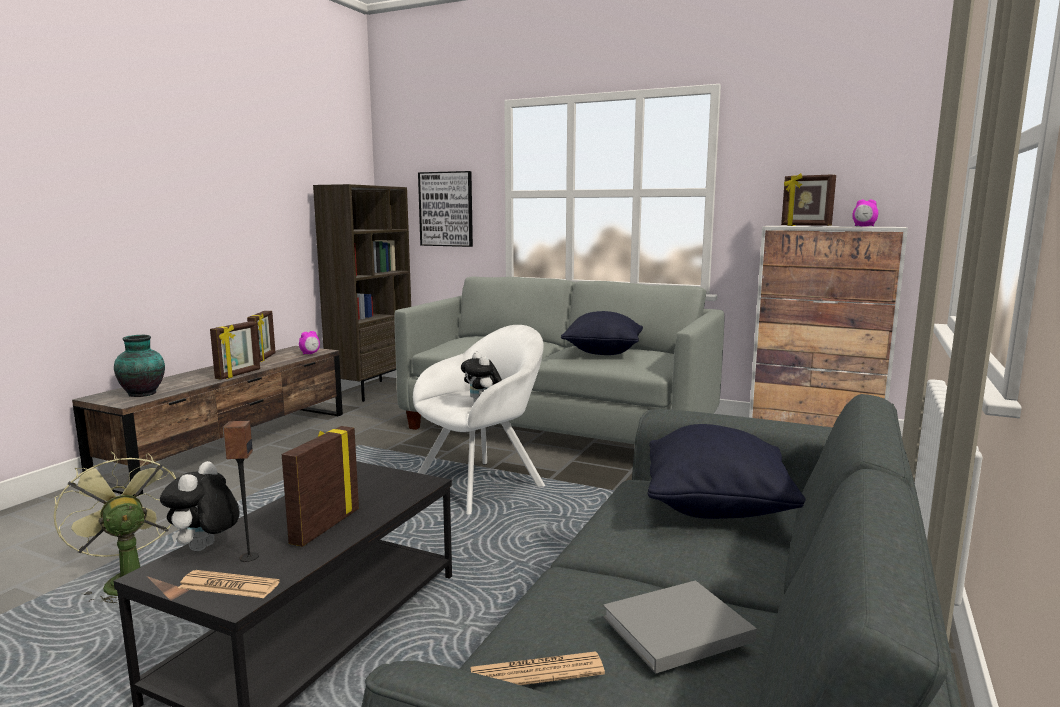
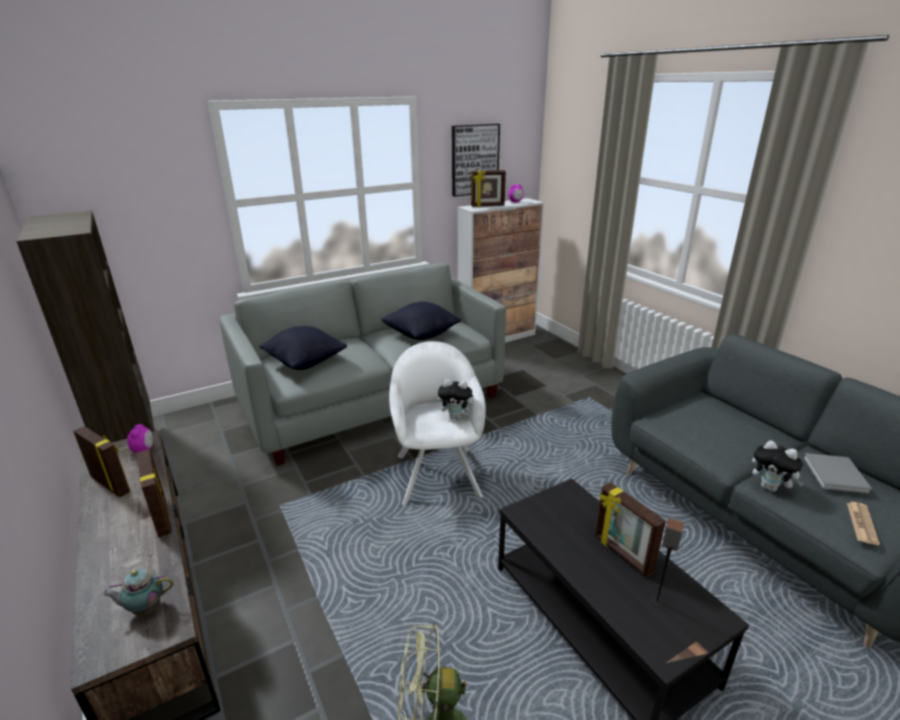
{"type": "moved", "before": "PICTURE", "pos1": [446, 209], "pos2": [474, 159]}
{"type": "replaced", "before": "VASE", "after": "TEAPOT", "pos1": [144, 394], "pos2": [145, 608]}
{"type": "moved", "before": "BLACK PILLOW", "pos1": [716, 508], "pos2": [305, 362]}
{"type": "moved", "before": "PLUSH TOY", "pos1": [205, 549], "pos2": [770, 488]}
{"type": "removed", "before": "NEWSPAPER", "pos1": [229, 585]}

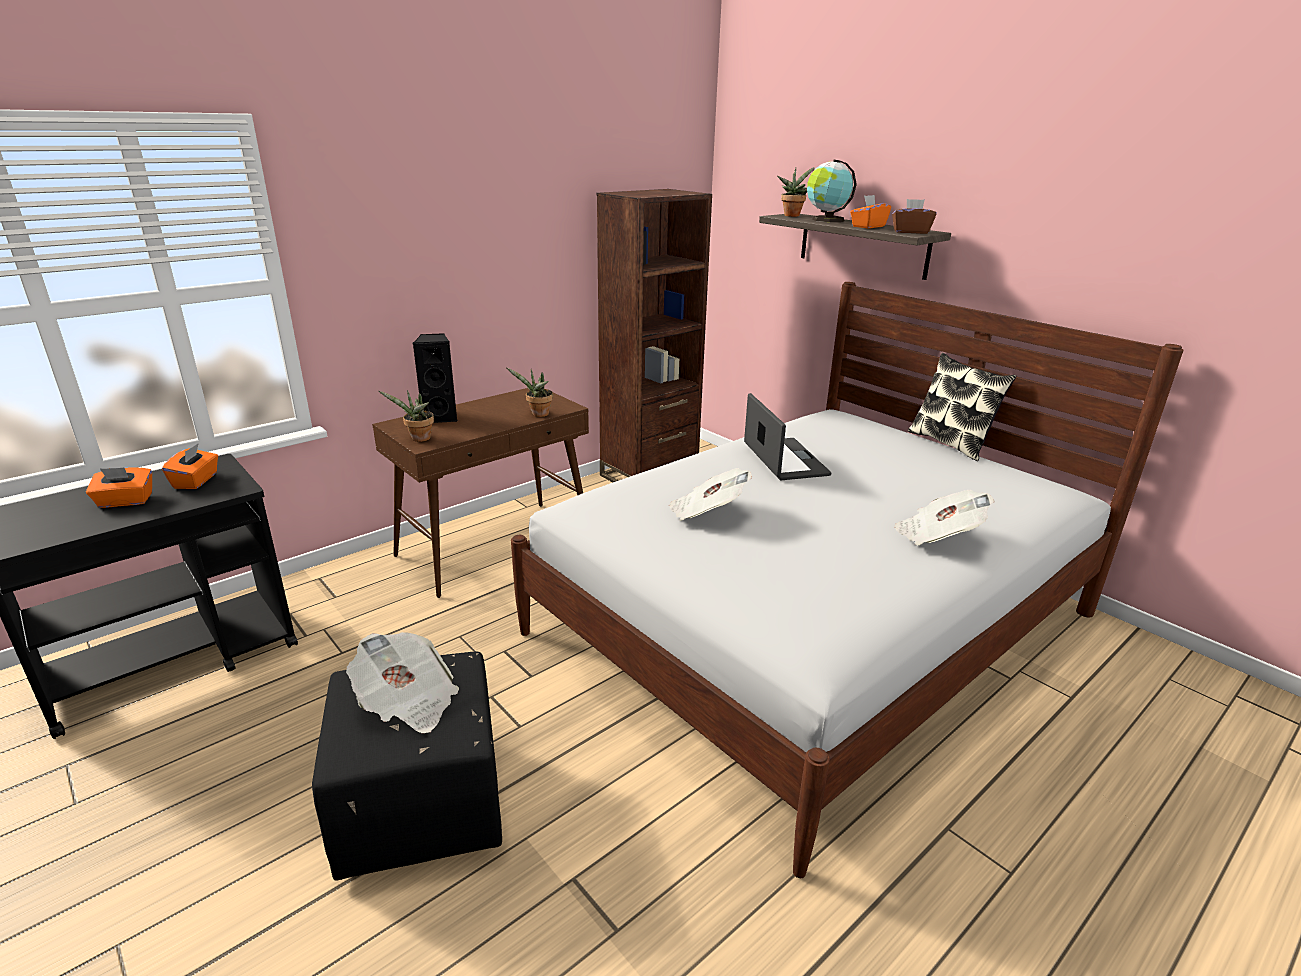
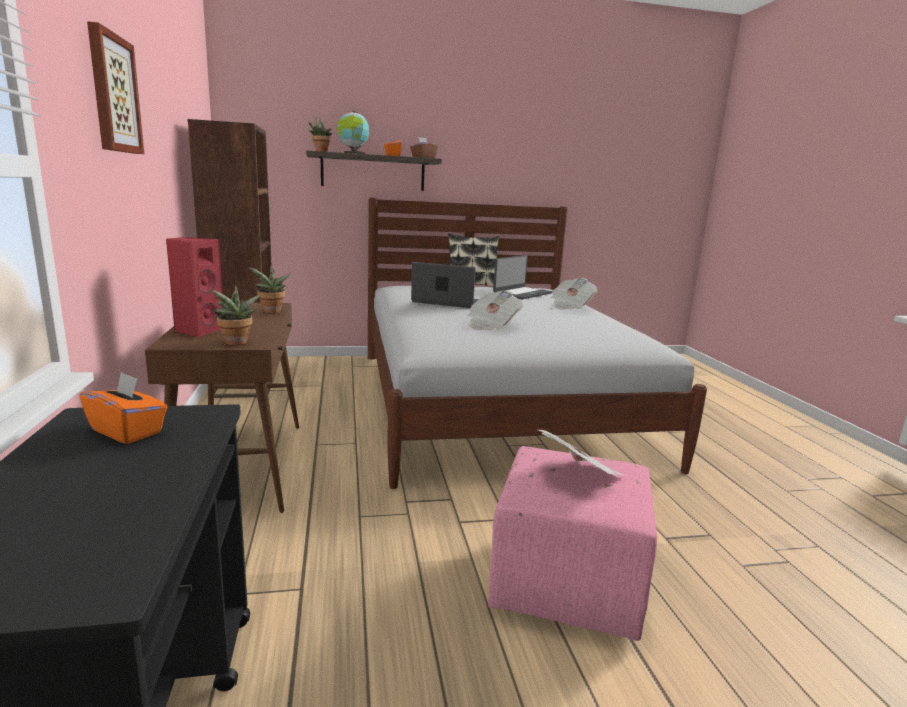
{"type": "recoloured", "before": "BLACK SPEAKER", "after": "RED SPEAKER", "pos1": [441, 417], "pos2": [198, 331]}
{"type": "removed", "before": "ORANGE TISSUE BOX", "pos1": [125, 501]}
{"type": "recoloured", "before": "BLACK OTTOMAN", "after": "PINK OTTOMAN", "pos1": [422, 807], "pos2": [568, 584]}
{"type": "added", "after": "PICTURE", "pos2": [113, 94]}
{"type": "added", "after": "LAPTOP", "pos2": [522, 293]}

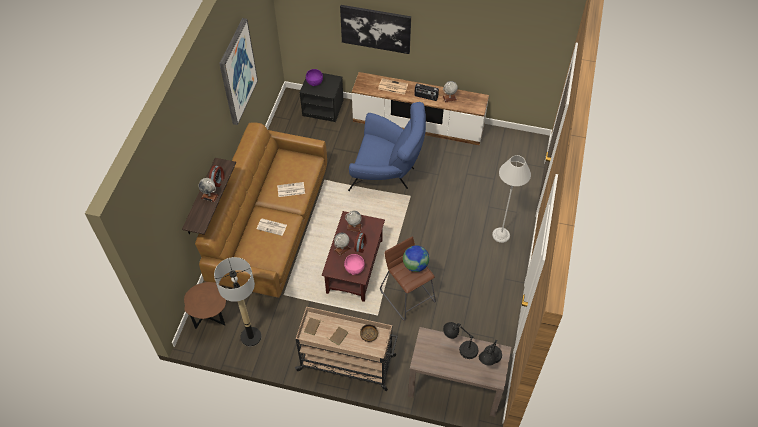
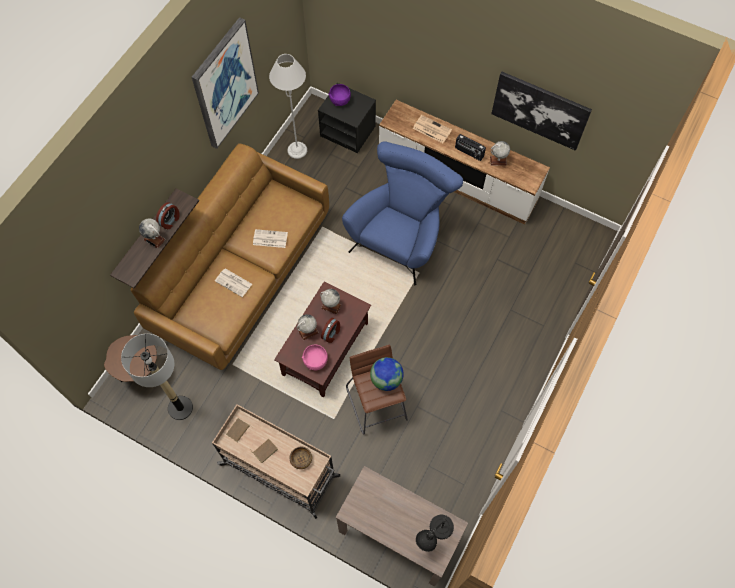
{"type": "moved", "before": "PICTURE", "pos1": [375, 28], "pos2": [540, 110]}
{"type": "turned", "before": "BLUE ARMCHAIR", "pos1": [387, 173], "pos2": [400, 236], "turn": -90}
{"type": "moved", "before": "GREY FLOOR LAMP", "pos1": [501, 235], "pos2": [297, 150]}
{"type": "removed", "before": "BLACK TABLE LAMP", "pos1": [460, 347]}

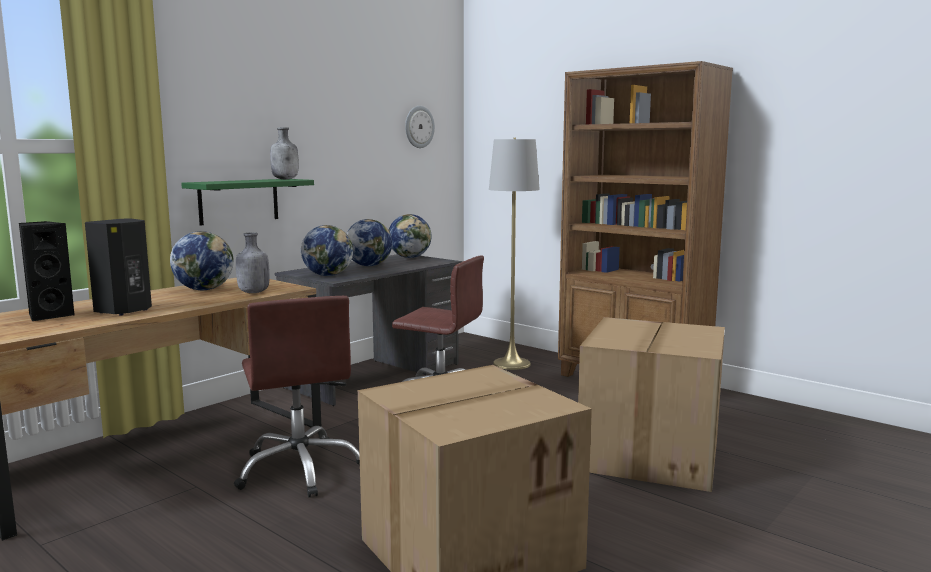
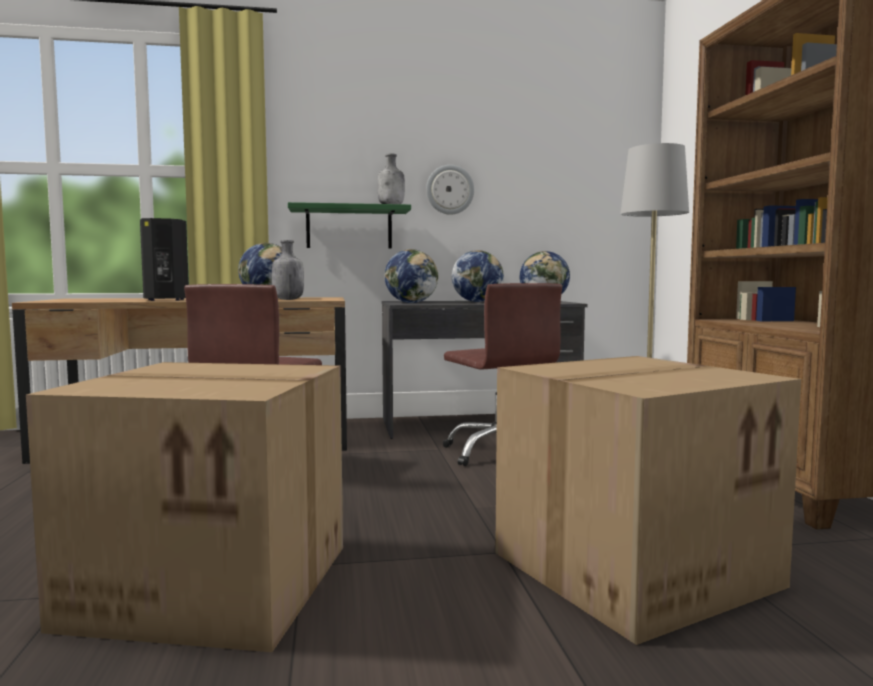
{"type": "moved", "before": "WALL CLOCK", "pos1": [419, 127], "pos2": [450, 189]}
{"type": "removed", "before": "BLACK SPEAKER", "pos1": [49, 315]}

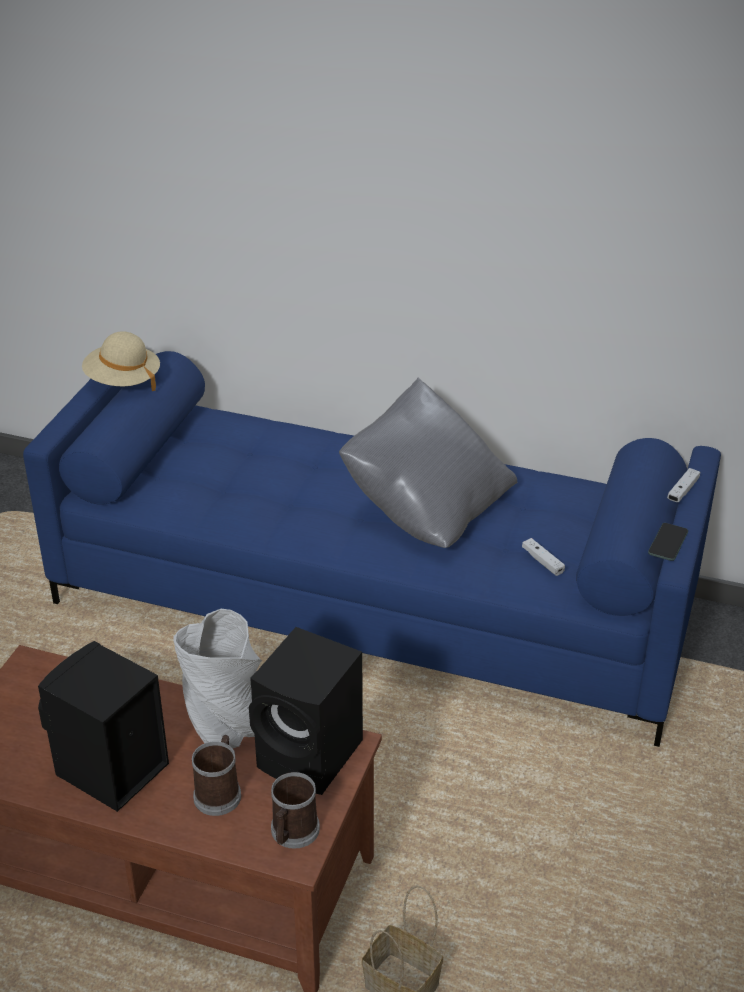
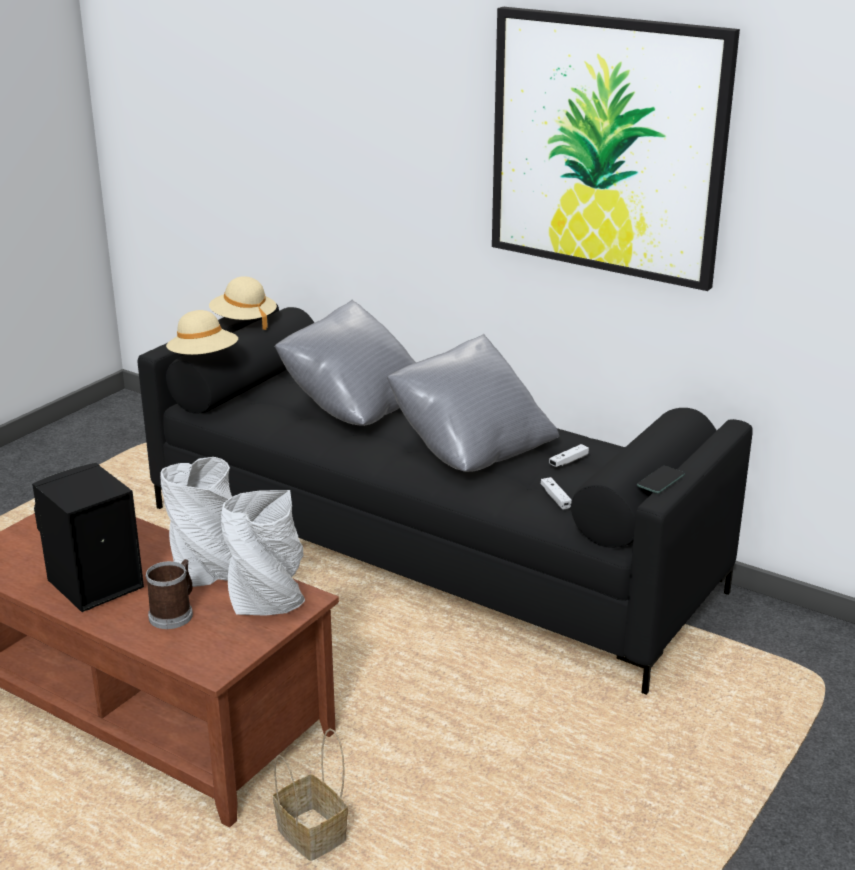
{"type": "recoloured", "before": "BLUE SOFA", "after": "BLACK SOFA", "pos1": [375, 605], "pos2": [430, 548]}
{"type": "moved", "before": "WHITE GAME CONTROLLER", "pos1": [683, 491], "pos2": [568, 461]}
{"type": "replaced", "before": "BLACK SPEAKER", "after": "GREY VASE", "pos1": [312, 756], "pos2": [268, 602]}
{"type": "removed", "before": "MUG", "pos1": [292, 833]}
{"type": "added", "after": "PICTURE", "pos2": [607, 146]}
{"type": "added", "after": "GREY PILLOW", "pos2": [356, 407]}
{"type": "added", "after": "BEIGE HAT", "pos2": [204, 358]}

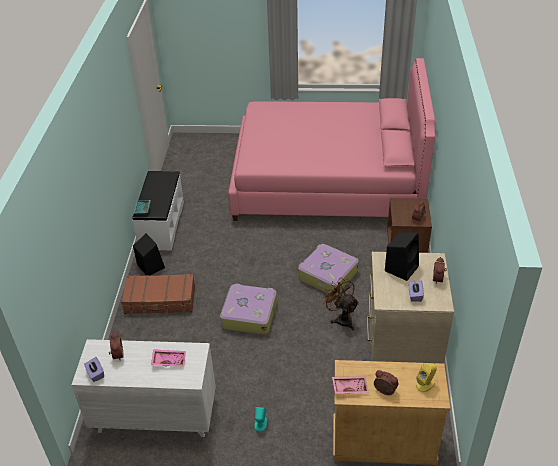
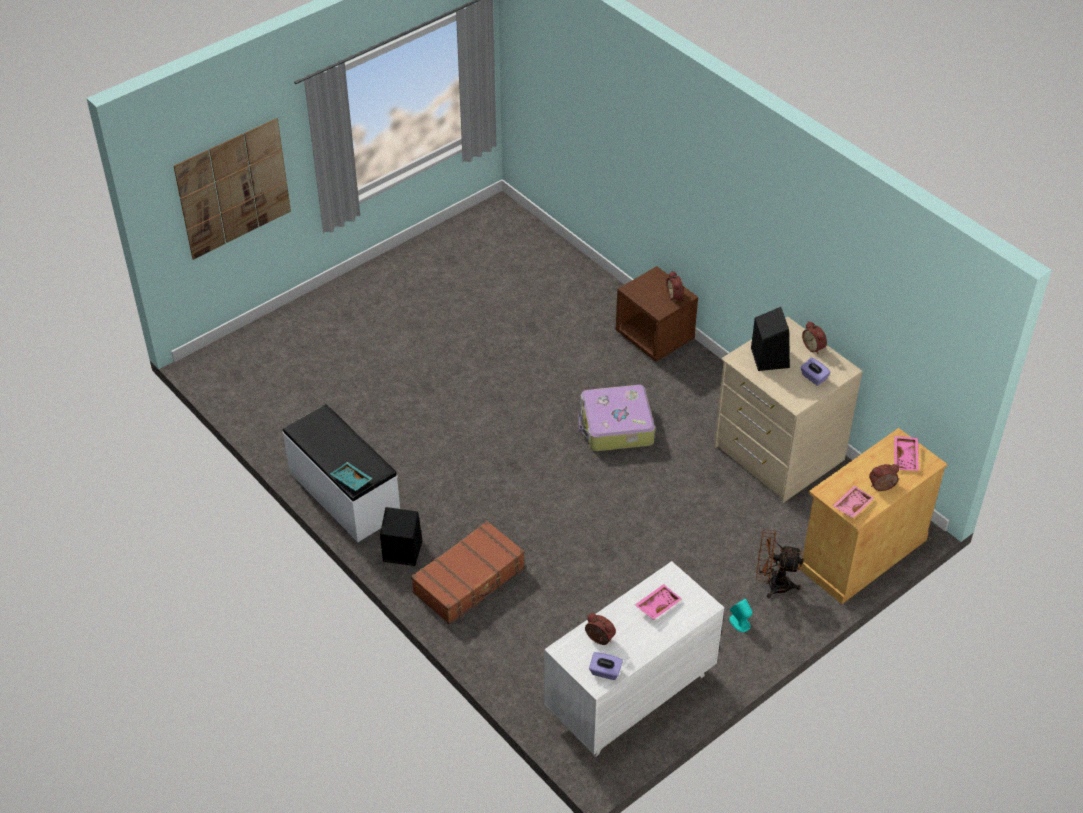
{"type": "removed", "before": "PINK BED", "pos1": [327, 182]}
{"type": "moved", "before": "BROWN FAN", "pos1": [341, 318], "pos2": [772, 584]}
{"type": "removed", "before": "SUITCASE", "pos1": [249, 314]}
{"type": "replaced", "before": "YELLOW SPEAKER", "after": "PINK TRAY", "pos1": [425, 384], "pos2": [906, 457]}
{"type": "added", "after": "PICTURE", "pos2": [233, 188]}

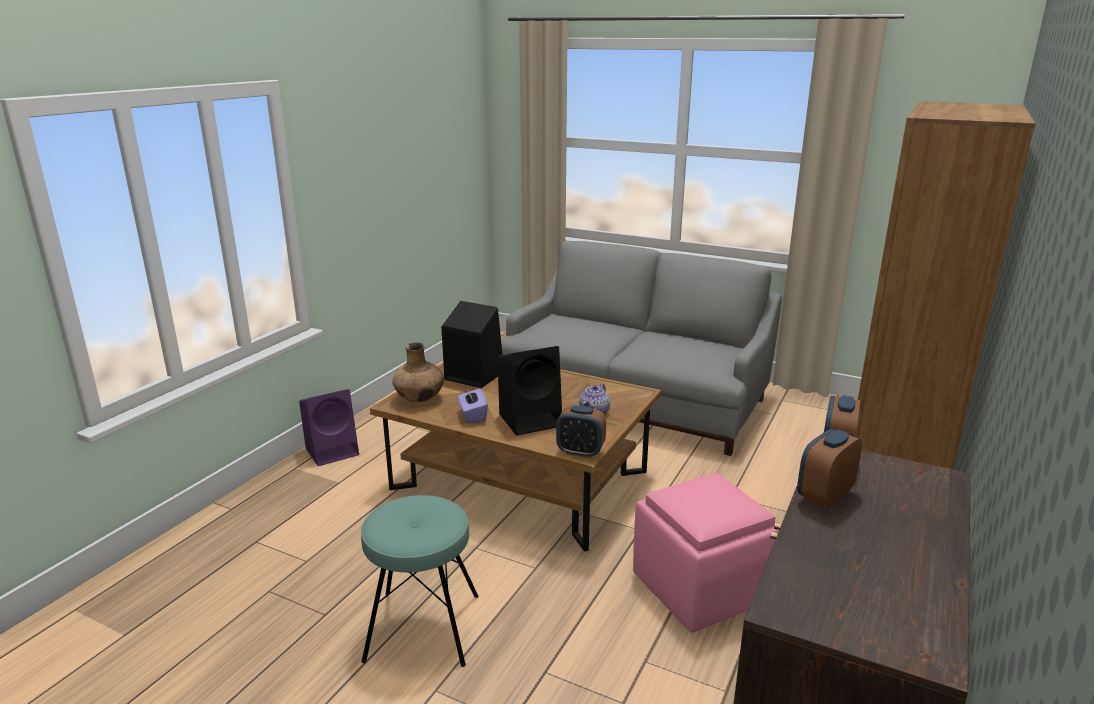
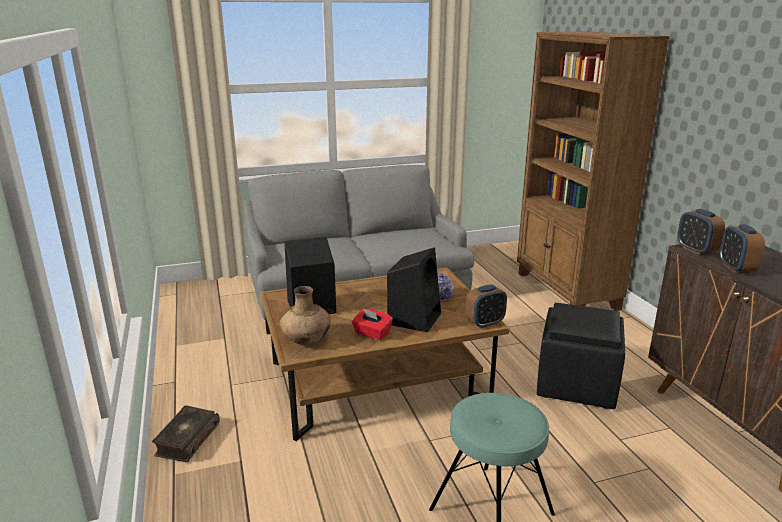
{"type": "recoloured", "before": "PURPLE TISSUE BOX", "after": "RED TISSUE BOX", "pos1": [473, 416], "pos2": [372, 334]}
{"type": "replaced", "before": "PURPLE SPEAKER", "after": "BOOK", "pos1": [333, 451], "pos2": [187, 440]}
{"type": "recoloured", "before": "PINK OTTOMAN", "after": "BLACK OTTOMAN", "pos1": [701, 587], "pos2": [575, 384]}

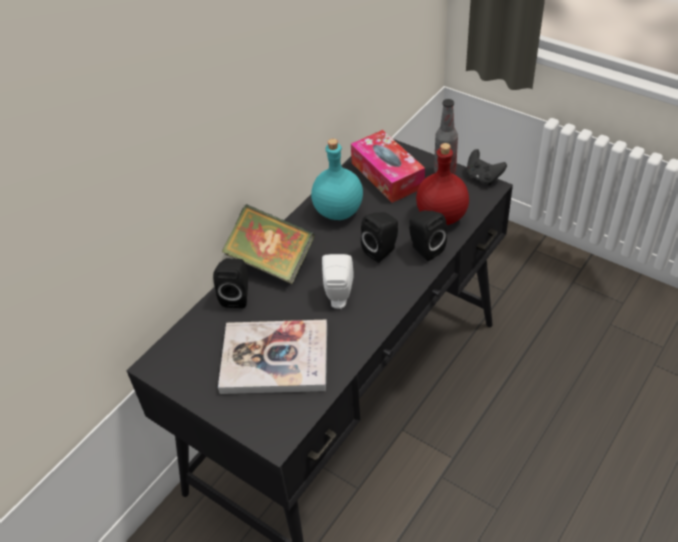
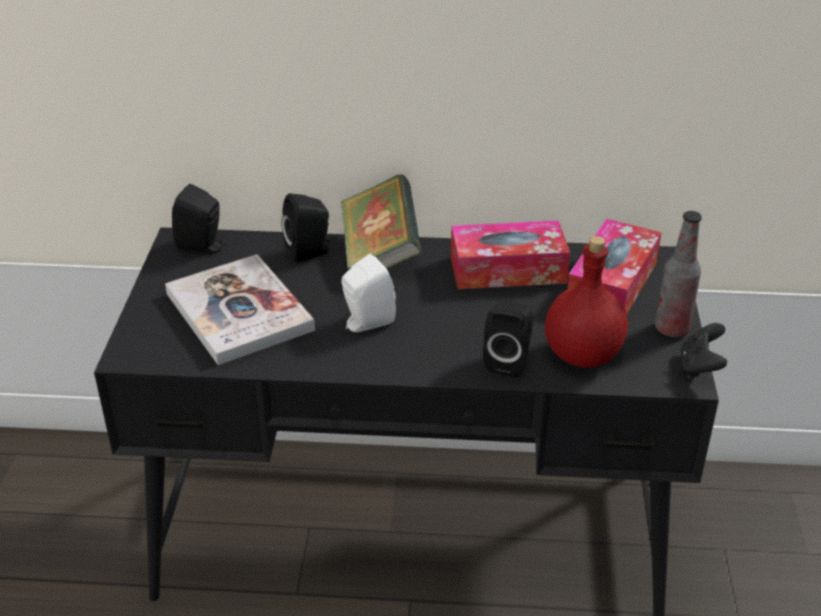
{"type": "replaced", "before": "TURQUOISE BOTTLE", "after": "TISSUE BOX", "pos1": [337, 211], "pos2": [507, 269]}
{"type": "moved", "before": "BLACK SPEAKER", "pos1": [382, 250], "pos2": [203, 247]}

